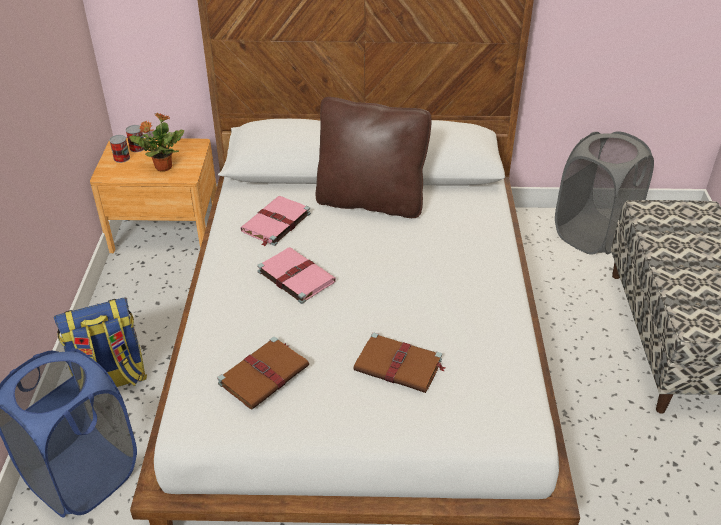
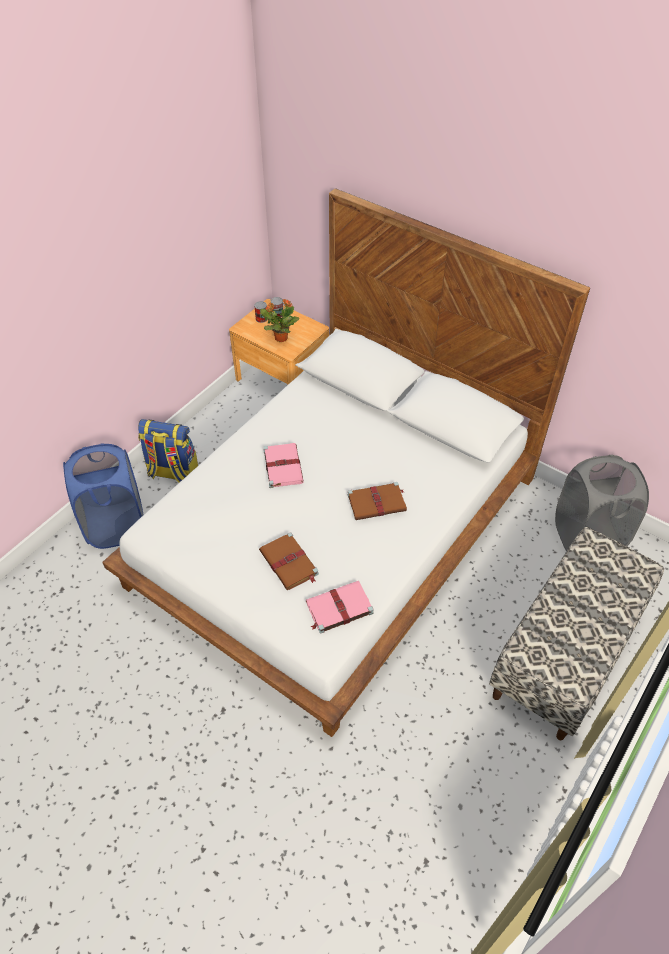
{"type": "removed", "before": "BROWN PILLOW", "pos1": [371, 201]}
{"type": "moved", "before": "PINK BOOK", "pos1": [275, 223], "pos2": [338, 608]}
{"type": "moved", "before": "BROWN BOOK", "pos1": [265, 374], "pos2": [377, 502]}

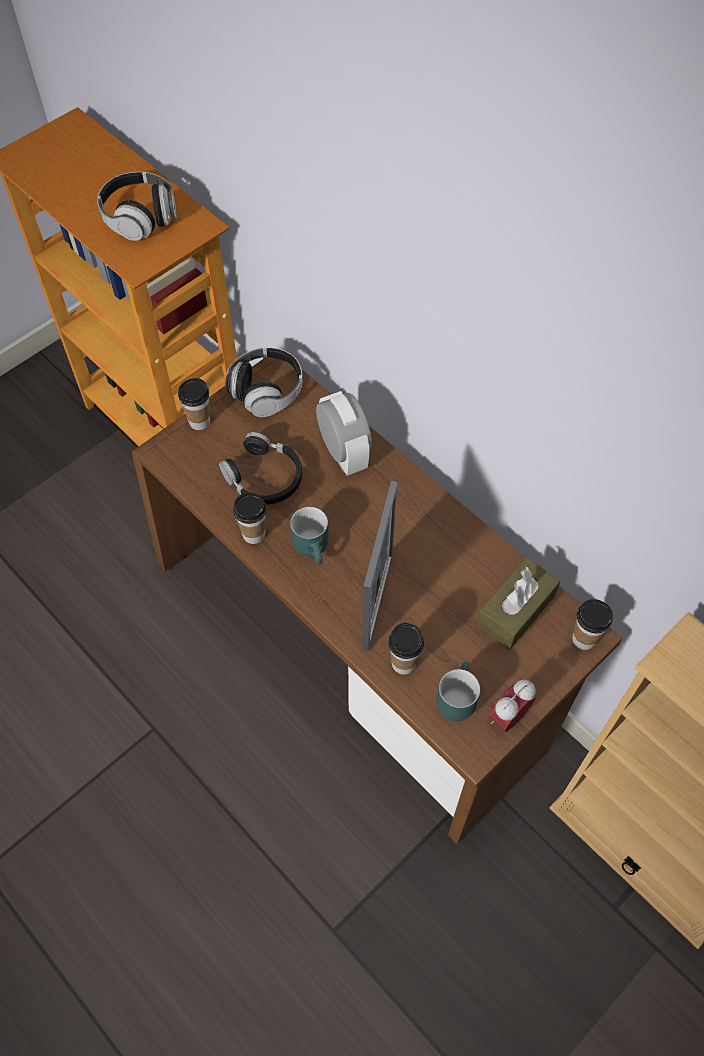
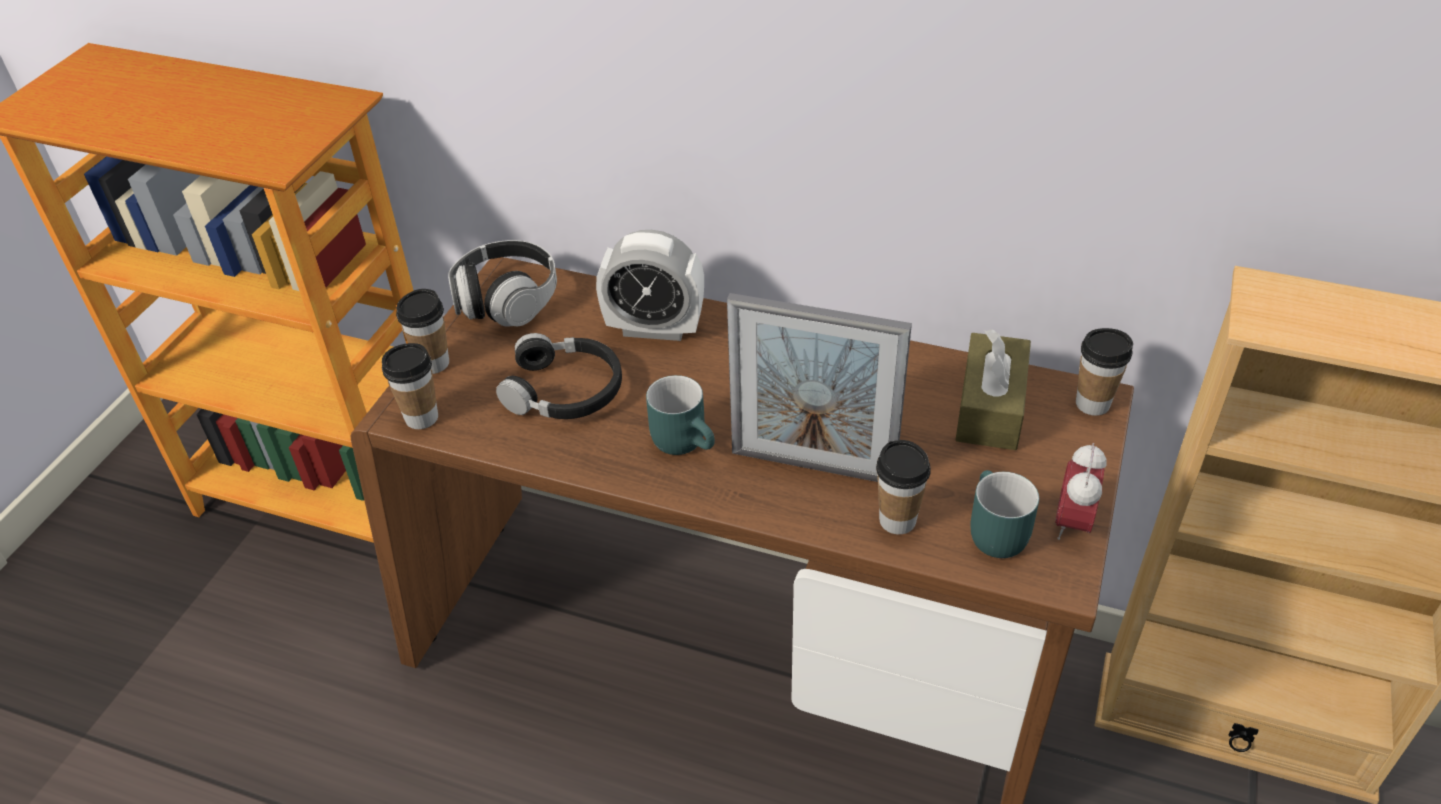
{"type": "removed", "before": "HEADPHONES", "pos1": [140, 218]}
{"type": "turned", "before": "ALARM CLOCK", "pos1": [343, 453], "pos2": [654, 328], "turn": 150}
{"type": "turned", "before": "PICTURE FRAME", "pos1": [377, 601], "pos2": [812, 466], "turn": 120}
{"type": "moved", "before": "CUP", "pos1": [253, 534], "pos2": [421, 417]}

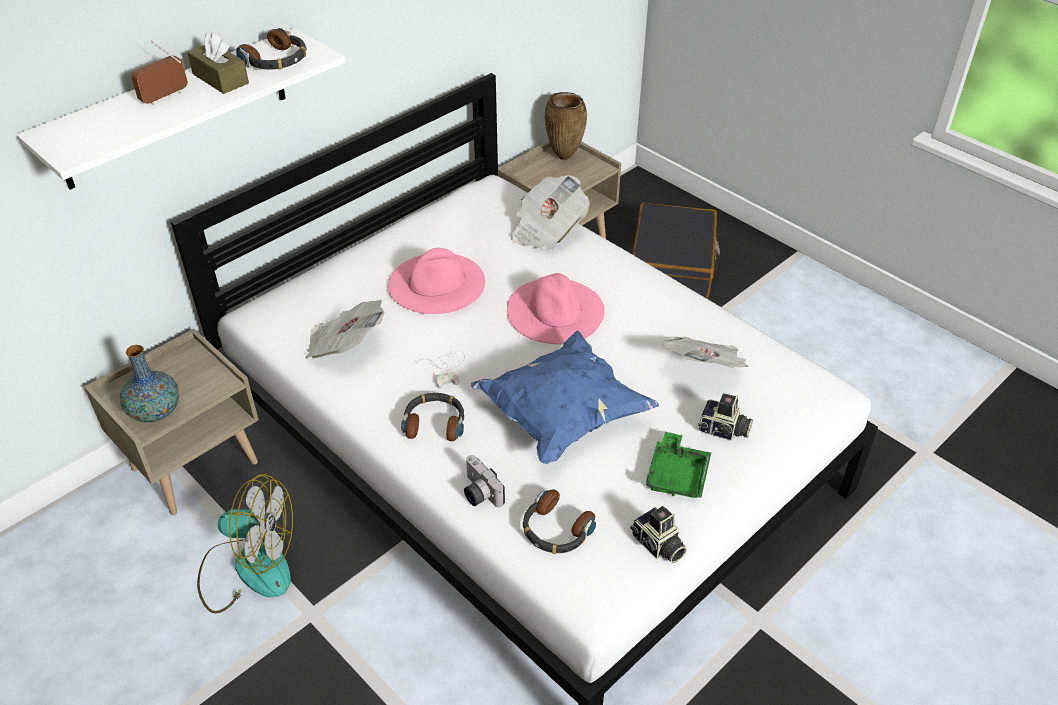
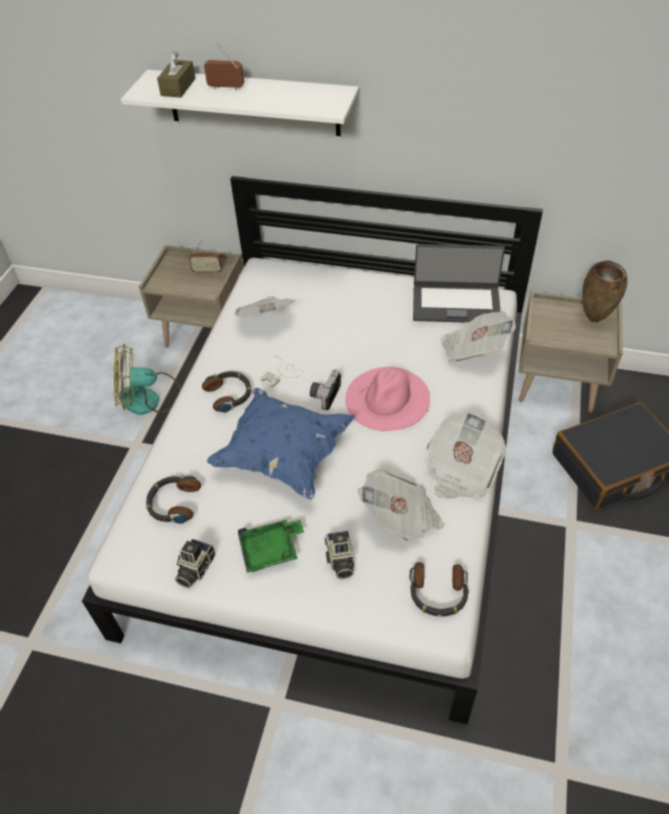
{"type": "moved", "before": "HEADPHONES", "pos1": [276, 60], "pos2": [438, 593]}
{"type": "moved", "before": "BROWN TISSUE BOX", "pos1": [220, 79], "pos2": [178, 87]}
{"type": "removed", "before": "PINK HAT", "pos1": [436, 283]}
{"type": "removed", "before": "VASE", "pos1": [155, 412]}
{"type": "moved", "before": "PHOTO CAMERA", "pos1": [478, 493], "pos2": [325, 394]}
{"type": "turned", "before": "FAN", "pos1": [248, 568], "pos2": [149, 399], "turn": 105}
{"type": "added", "after": "RADIO", "pos2": [207, 271]}
{"type": "added", "after": "LAPTOP", "pos2": [456, 303]}
{"type": "added", "after": "NEWSPAPER", "pos2": [461, 471]}

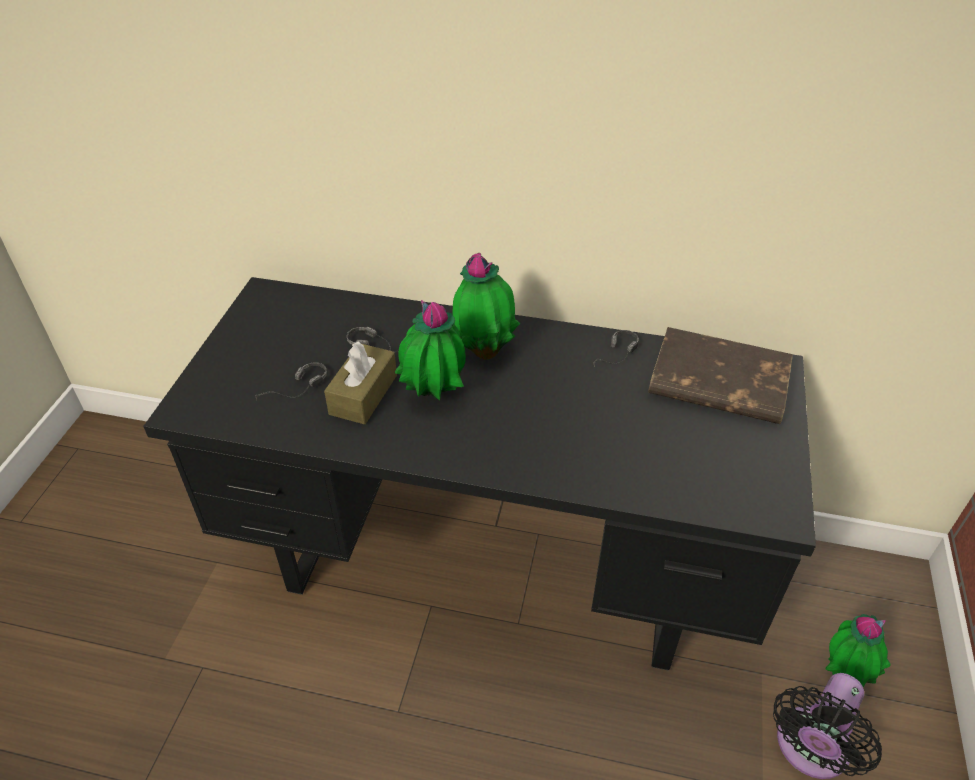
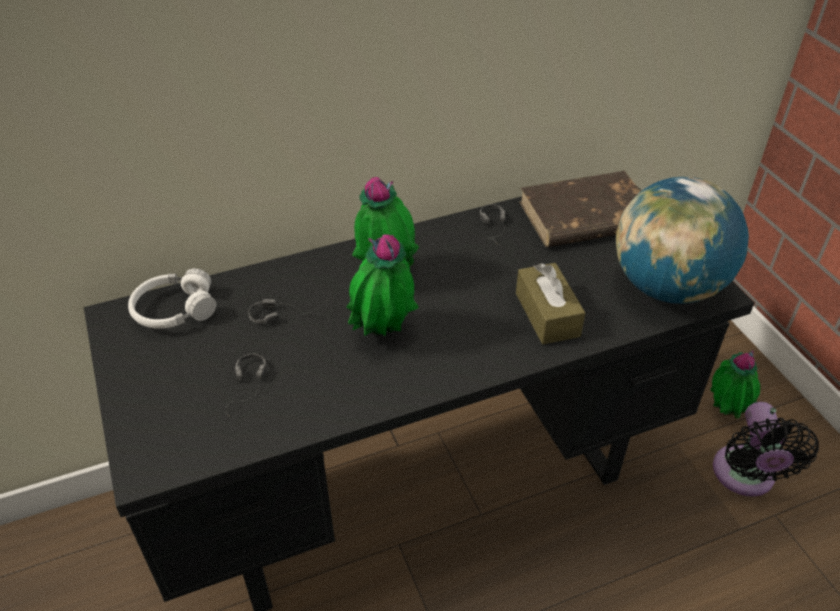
{"type": "moved", "before": "BROWN TISSUE BOX", "pos1": [363, 394], "pos2": [547, 314]}
{"type": "added", "after": "GLOBE", "pos2": [667, 287]}
{"type": "added", "after": "WHITE HEADPHONES", "pos2": [174, 309]}

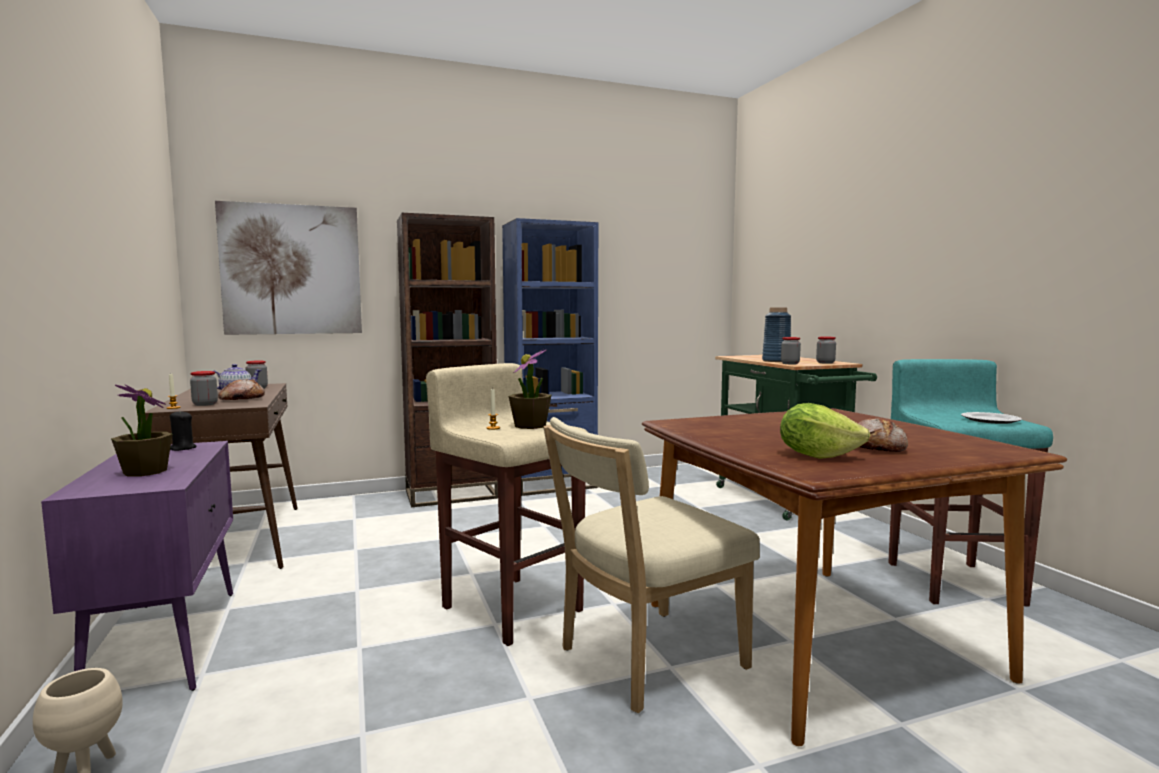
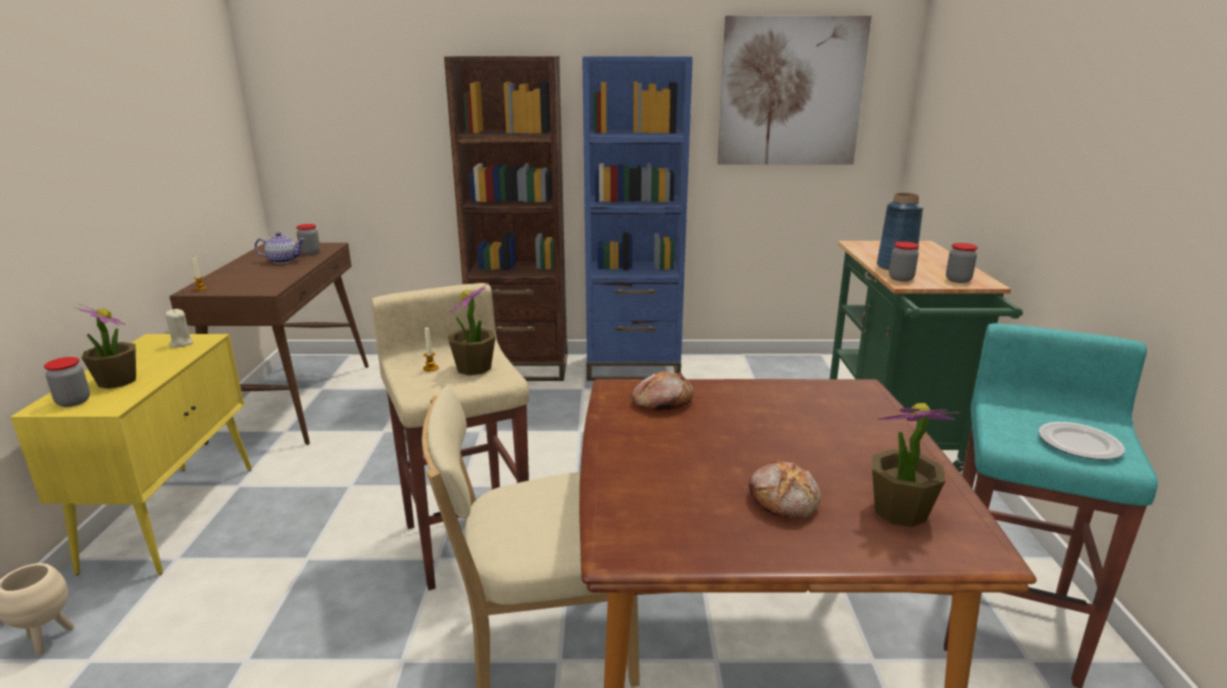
{"type": "moved", "before": "PICTURE", "pos1": [292, 270], "pos2": [790, 92]}
{"type": "moved", "before": "JAR", "pos1": [205, 404], "pos2": [73, 402]}
{"type": "moved", "before": "BREAD", "pos1": [241, 399], "pos2": [661, 401]}
{"type": "removed", "before": "LETTUCE", "pos1": [817, 455]}
{"type": "recoloured", "before": "BLACK CANDLE", "after": "BEIGE CANDLE", "pos1": [182, 448], "pos2": [181, 343]}
{"type": "recoloured", "before": "PURPLE CABINET", "after": "YELLOW CABINET", "pos1": [167, 642], "pos2": [174, 515]}
{"type": "added", "after": "POTTED PLANT", "pos2": [899, 511]}

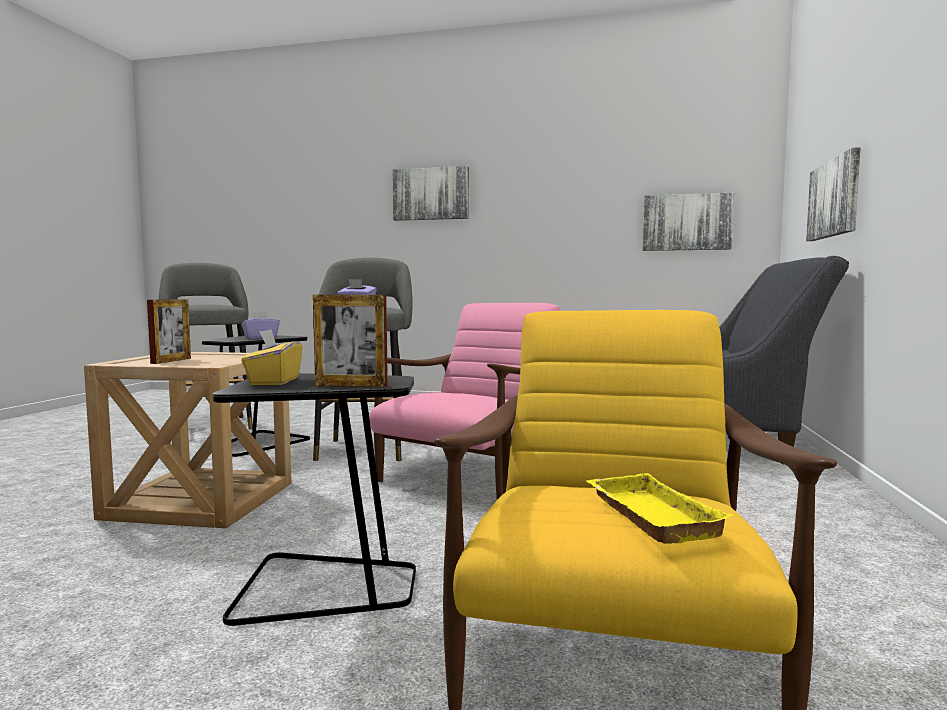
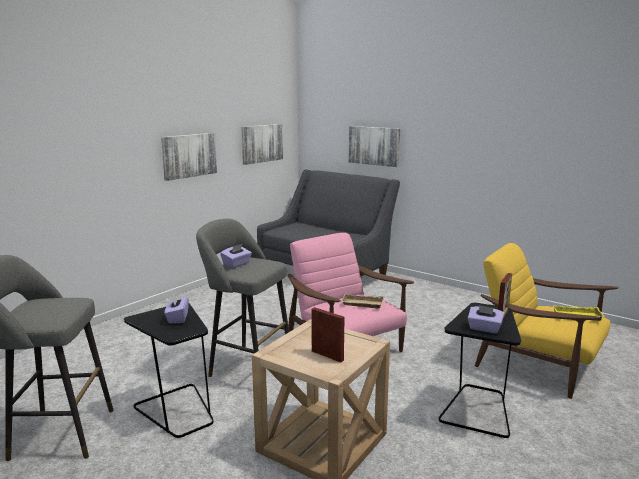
{"type": "moved", "before": "PICTURE", "pos1": [431, 194], "pos2": [189, 155]}
{"type": "recoloured", "before": "YELLOW TISSUE BOX", "after": "PURPLE TISSUE BOX", "pos1": [273, 381], "pos2": [484, 328]}
{"type": "added", "after": "BEIGE TRAY", "pos2": [361, 304]}

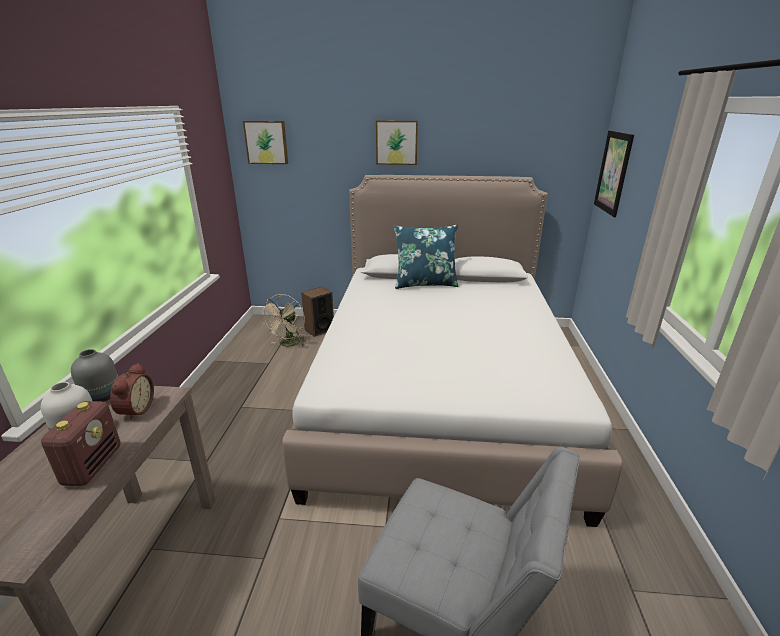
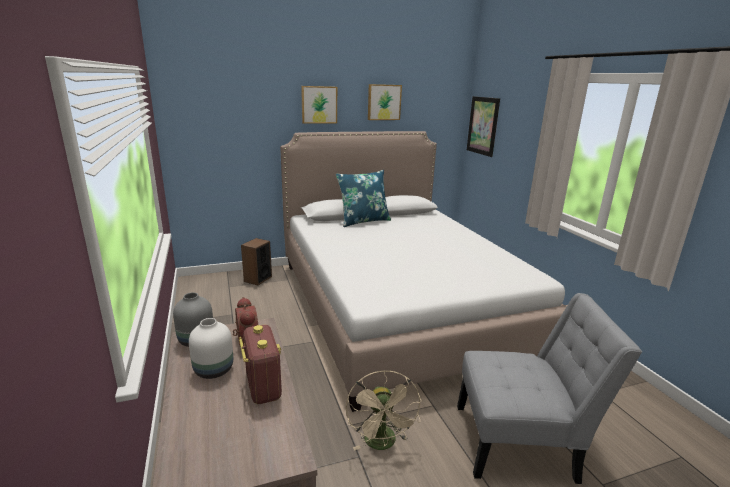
{"type": "moved", "before": "PICTURE", "pos1": [266, 142], "pos2": [383, 102]}
{"type": "moved", "before": "BEIGE FAN", "pos1": [288, 344], "pos2": [382, 444]}

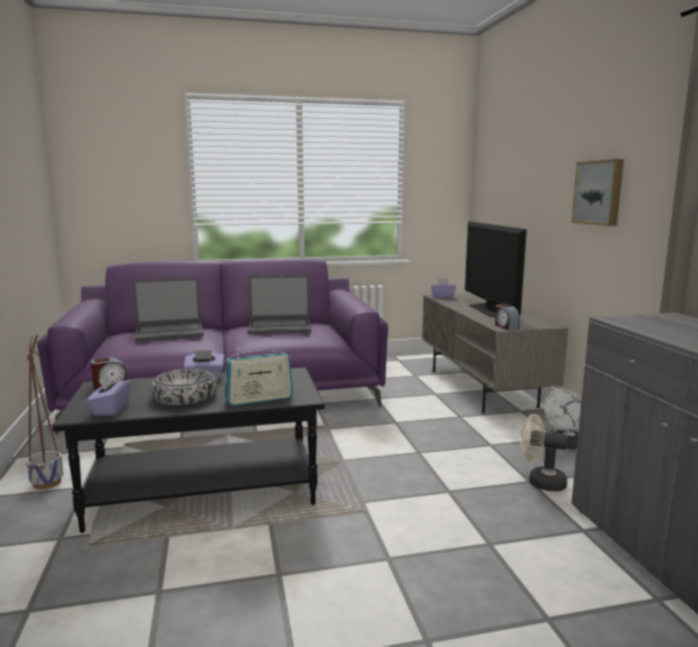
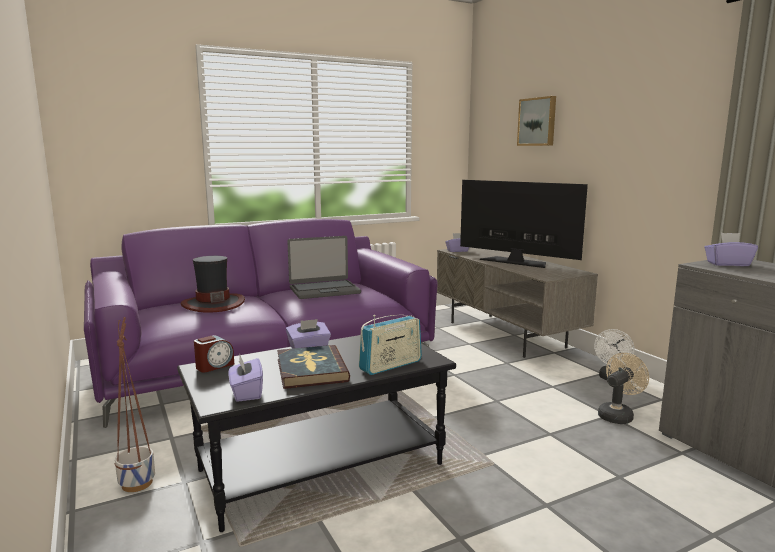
{"type": "moved", "before": "PICTURE", "pos1": [599, 192], "pos2": [537, 122]}
{"type": "turned", "before": "TELEVISION", "pos1": [491, 310], "pos2": [515, 261], "turn": 150}
{"type": "replaced", "before": "LAPTOP", "after": "HAT", "pos1": [169, 333], "pos2": [213, 304]}
{"type": "removed", "before": "ALARM CLOCK", "pos1": [506, 326]}
{"type": "replaced", "before": "BOWL", "after": "BOOK", "pos1": [184, 396], "pos2": [311, 370]}
{"type": "turned", "before": "BEIGE FAN", "pos1": [540, 482], "pos2": [618, 415], "turn": 135}
{"type": "added", "after": "PURPLE TISSUE BOX", "pos2": [727, 264]}

